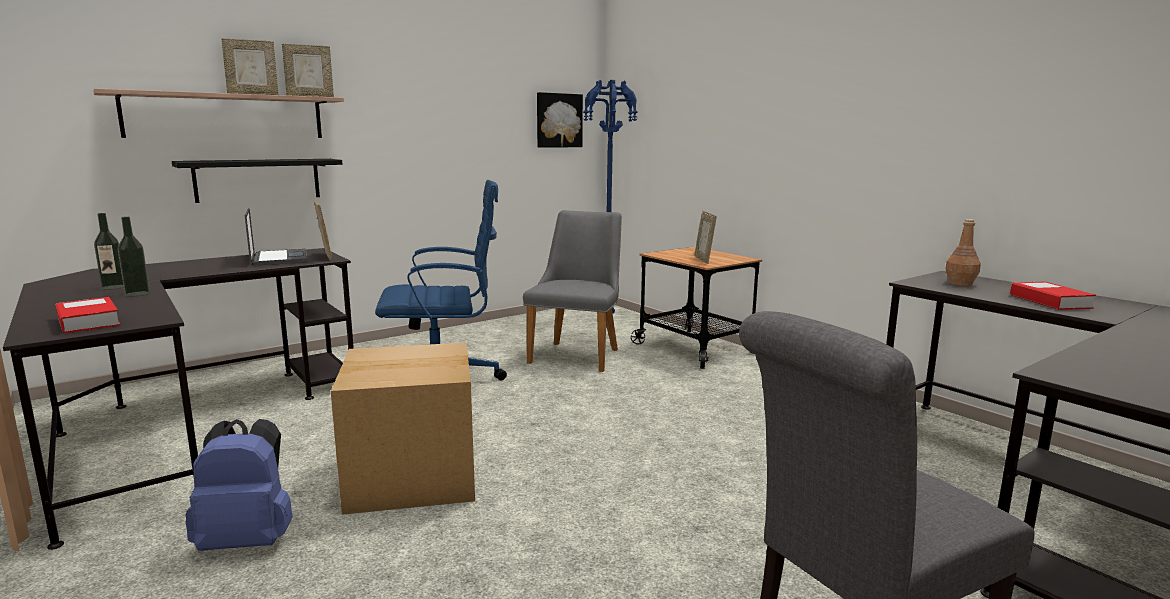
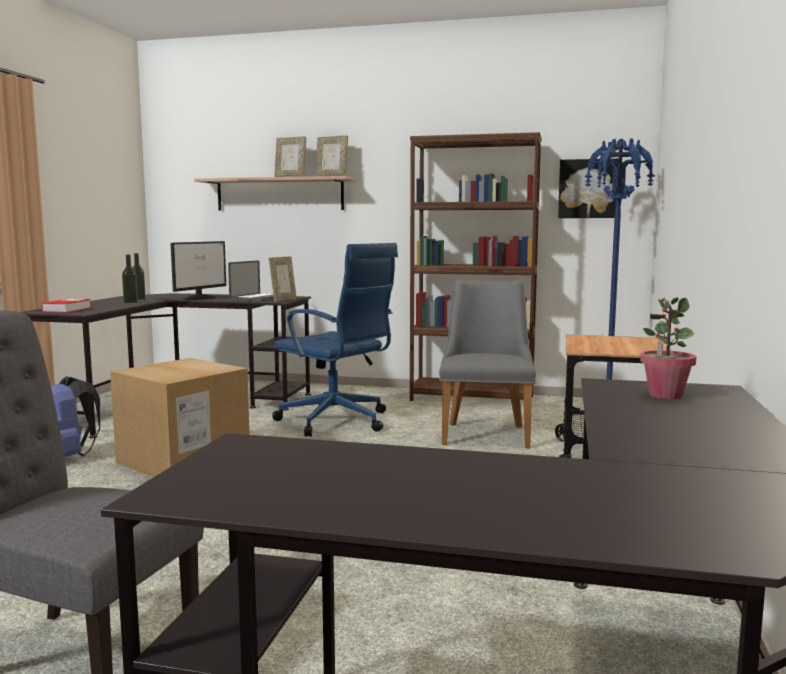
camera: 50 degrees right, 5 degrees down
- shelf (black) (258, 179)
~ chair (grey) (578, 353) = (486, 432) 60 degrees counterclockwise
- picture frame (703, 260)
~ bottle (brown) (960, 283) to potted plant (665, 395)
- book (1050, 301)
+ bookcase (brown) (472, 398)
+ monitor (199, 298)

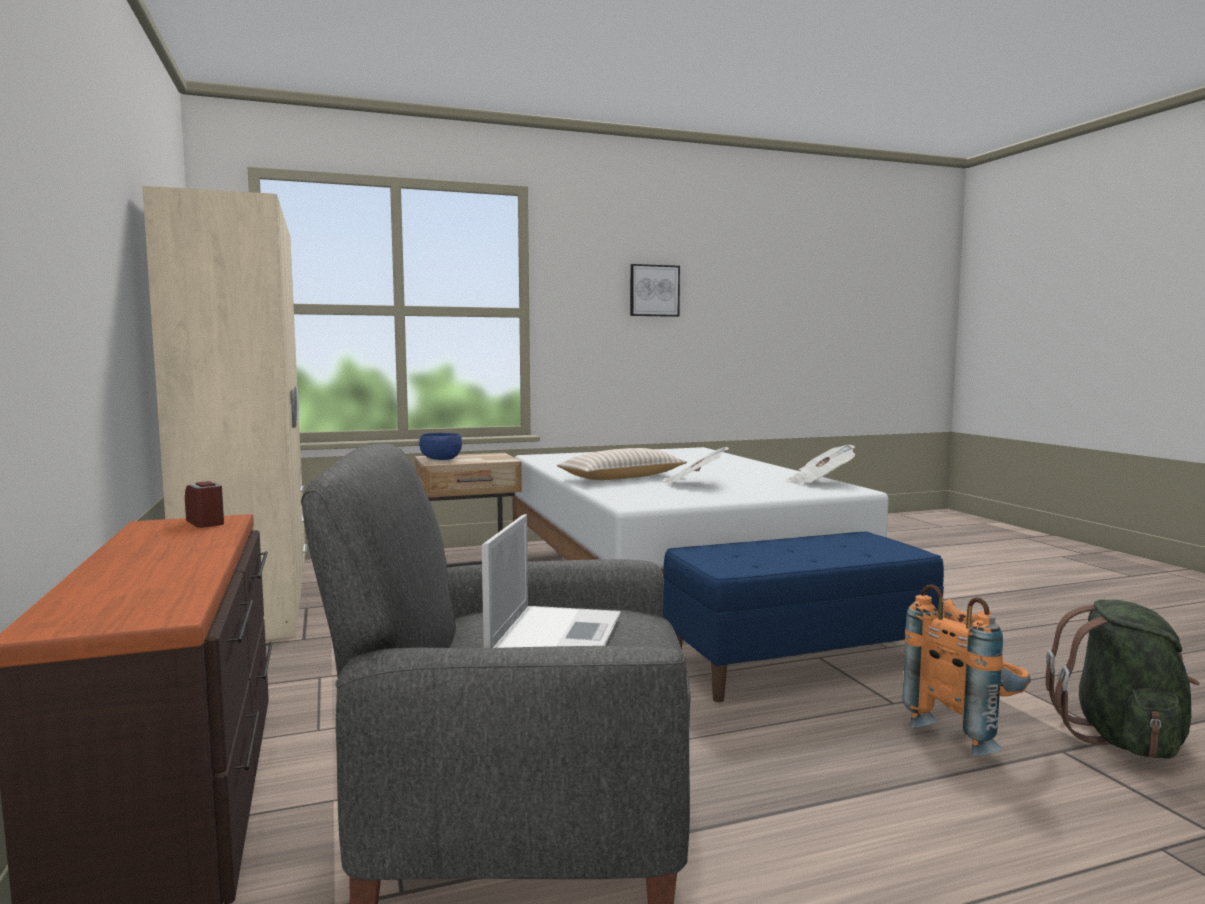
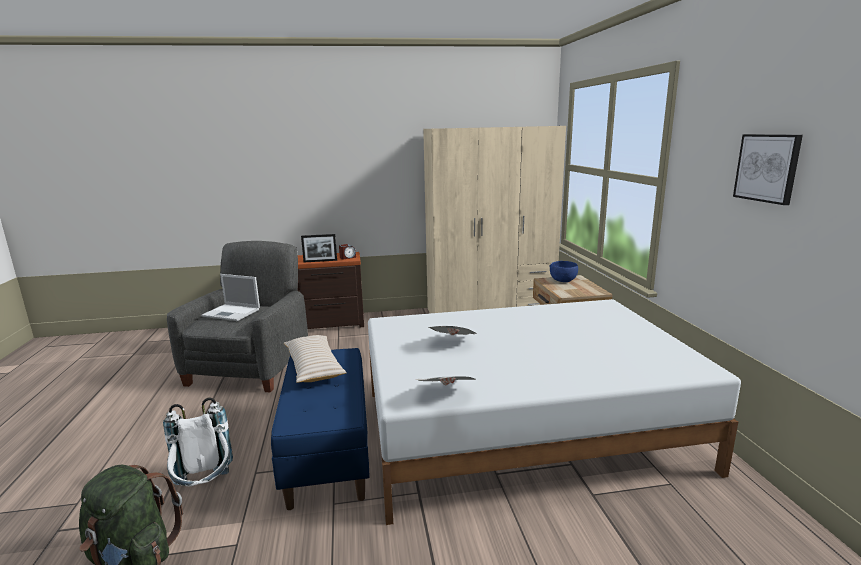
camera: 100 degrees right, 10 degrees up
~ pillow (beige) (622, 478) to (314, 367)
~ backpack (orange) (967, 730) to backpack (white) (205, 489)
+ picture frame (320, 261)

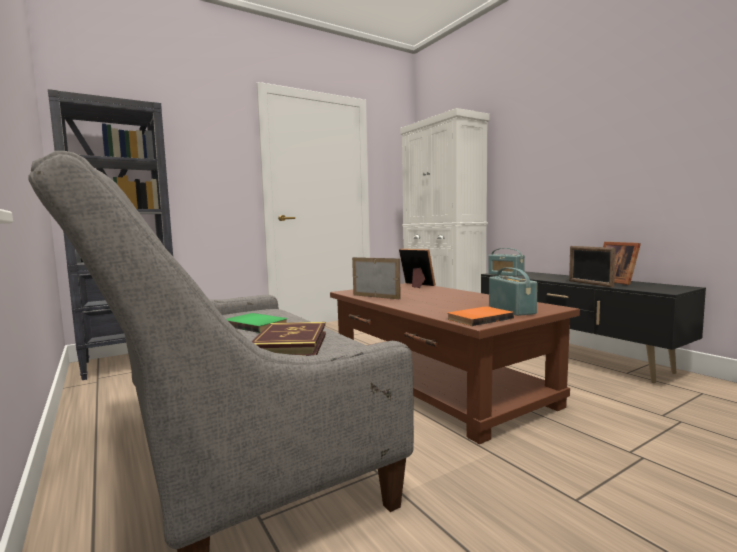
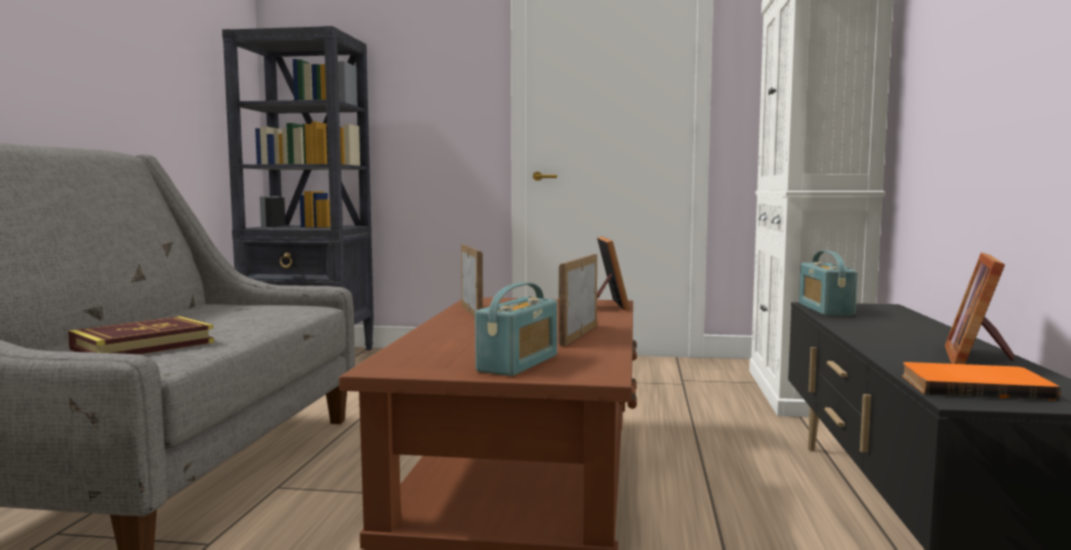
camera: 40 degrees right, 0 degrees up
~ picture frame (589, 284) to (578, 335)
~ book (orange) (478, 318) to (972, 386)
- book (green) (257, 325)

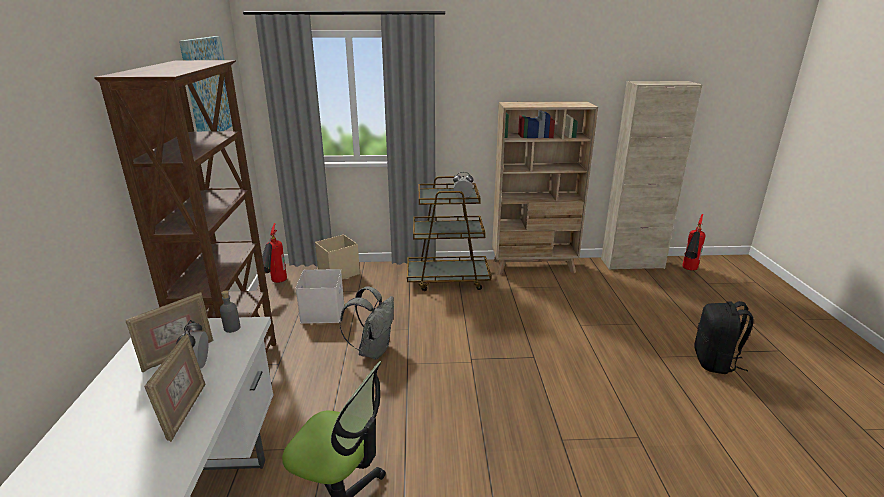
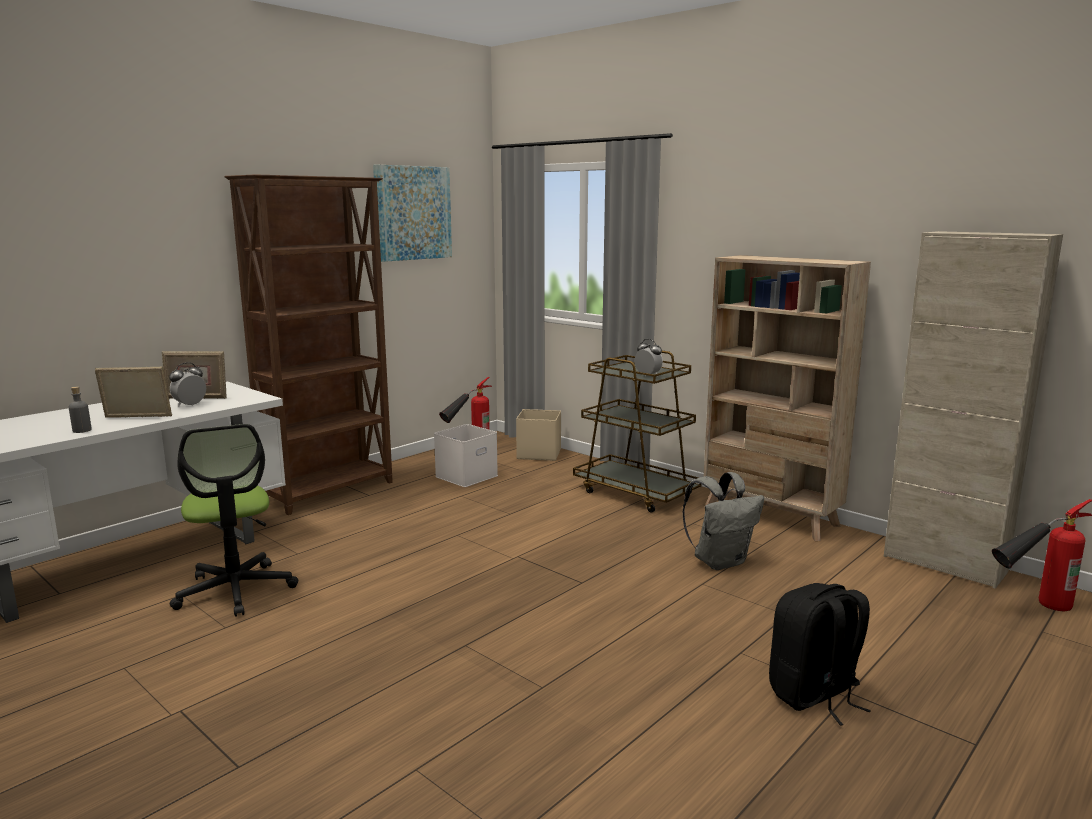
camera: 45 degrees right, 10 degrees down
~ backpack (grey) (373, 350) to (720, 561)
~ bottle (grey) (232, 328) to (82, 430)
~ picture frame (184, 411) = (137, 418) 135 degrees counterclockwise

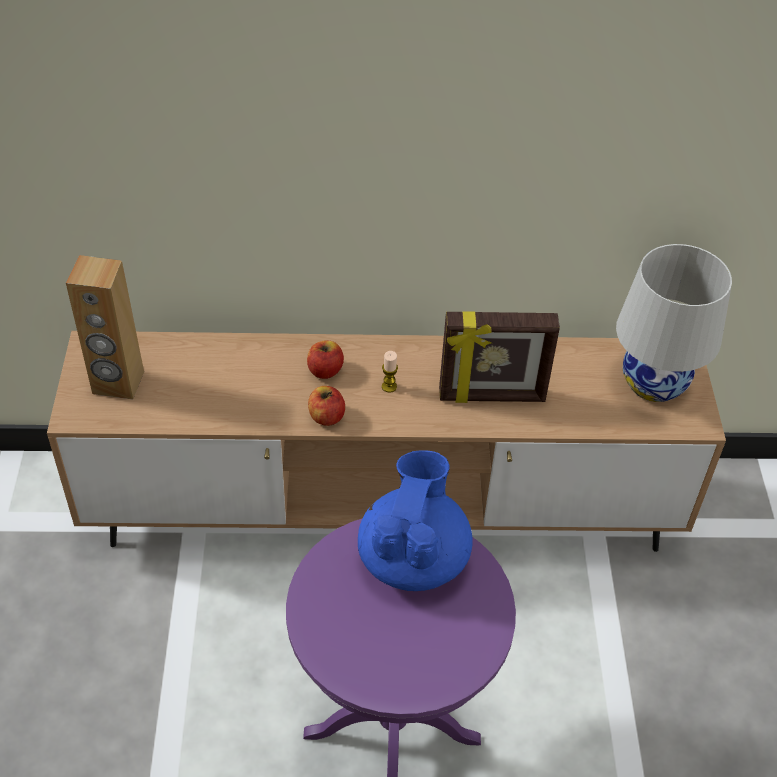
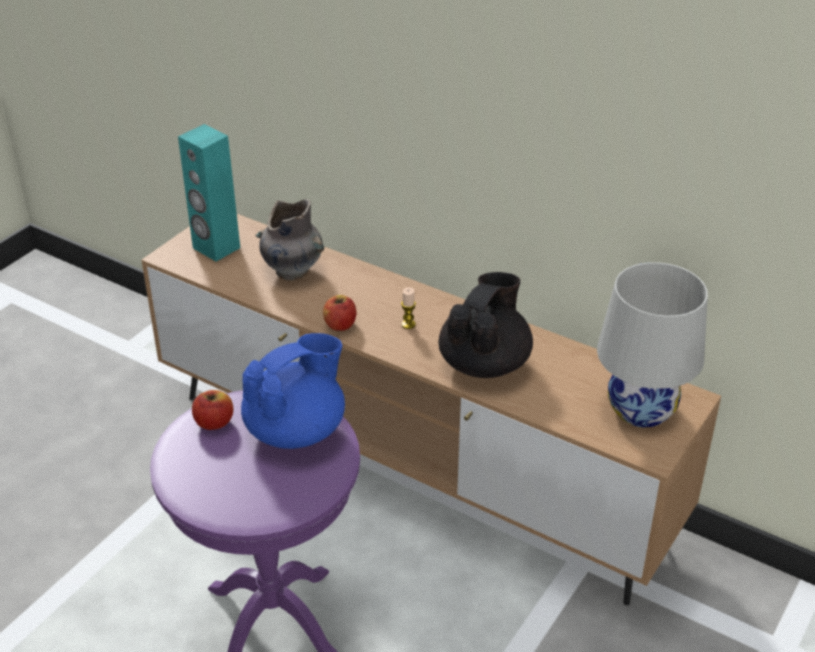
camera: 35 degrees right, 10 degrees down
~ speaker (brown) (118, 383) to speaker (turquoise) (216, 248)
~ picture frame (492, 397) to teapot (black) (485, 363)
~ apple (325, 370) to (214, 422)
+ vase (grey) (291, 271)

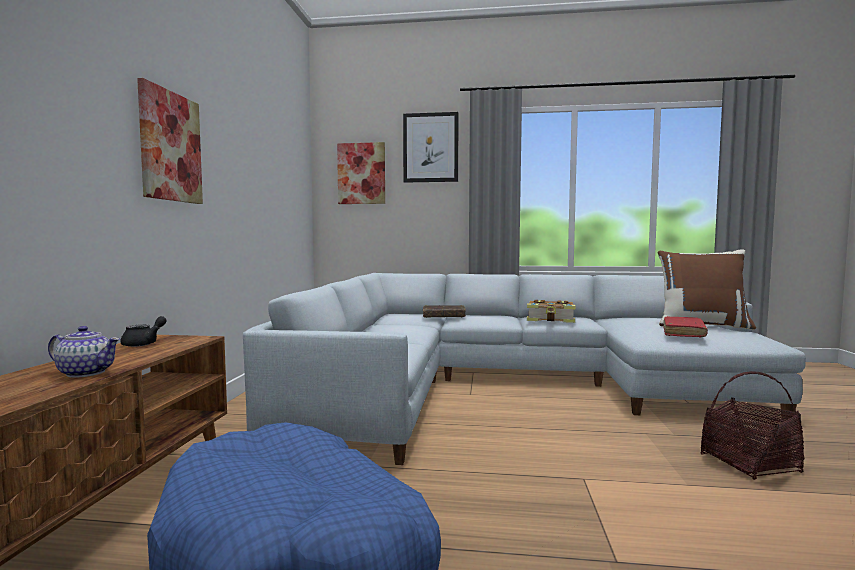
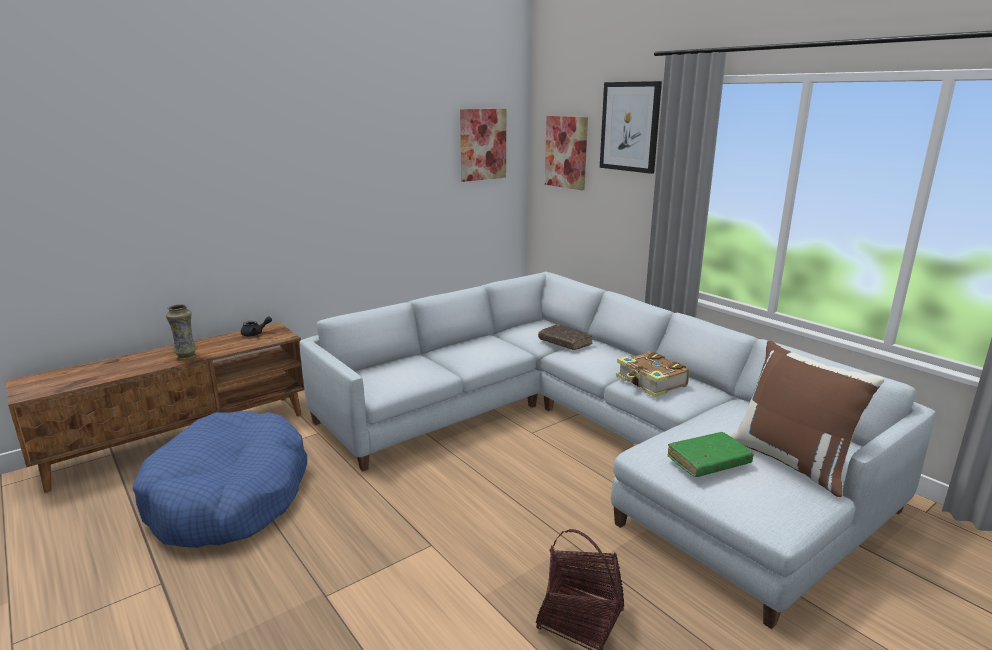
camera: 45 degrees right, 15 degrees up
~ picture (170, 147) to (482, 144)
~ book (red) (683, 333) to book (green) (708, 461)
~ teapot (86, 373) to vase (186, 356)

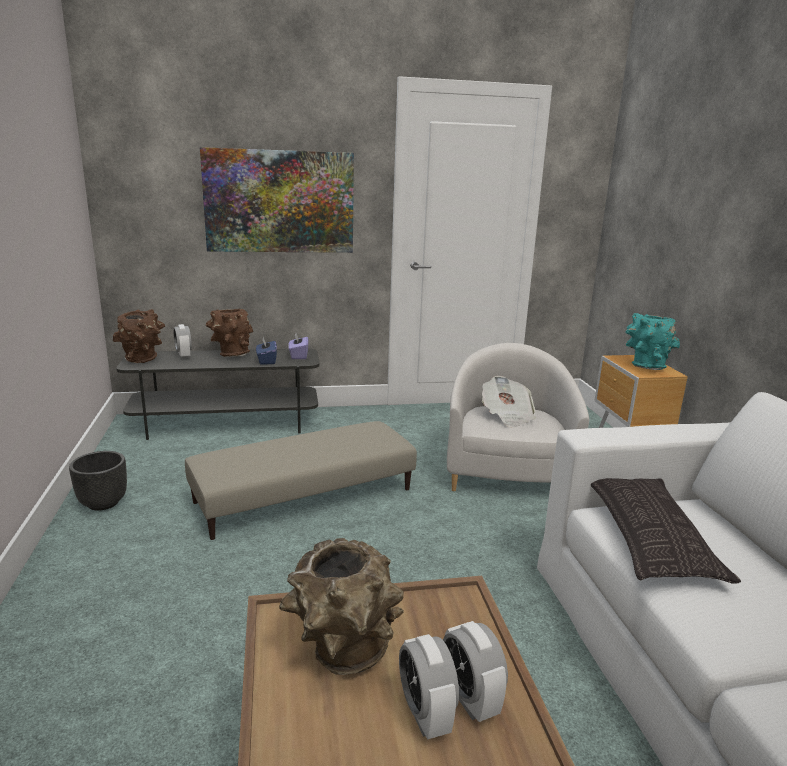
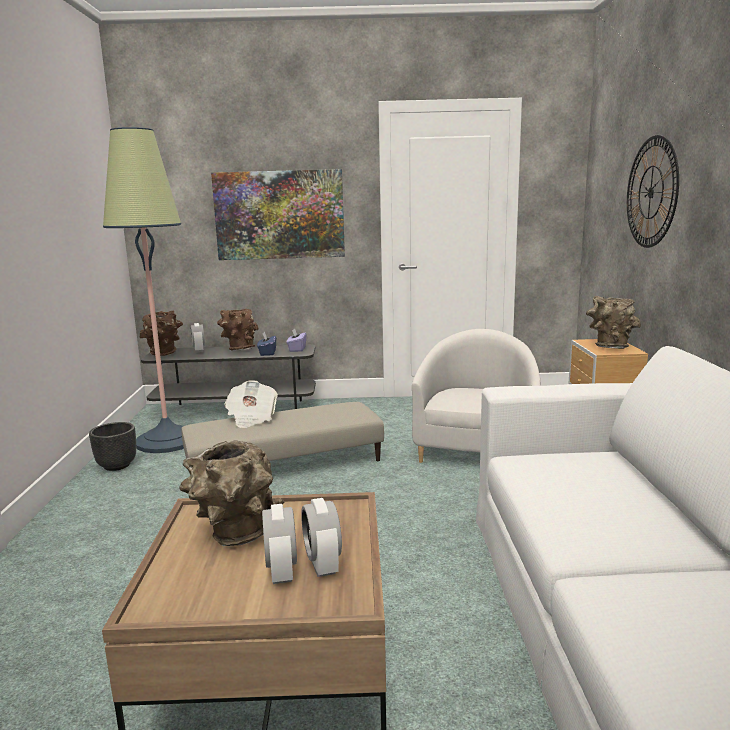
camera: 10 degrees right, 5 degrees down
~ vase (turquoise) (645, 366) to vase (brown) (609, 347)
~ newspaper (507, 416) to (251, 418)
- pillow (648, 536)
+ floor lamp (167, 441)
+ wall clock (651, 192)

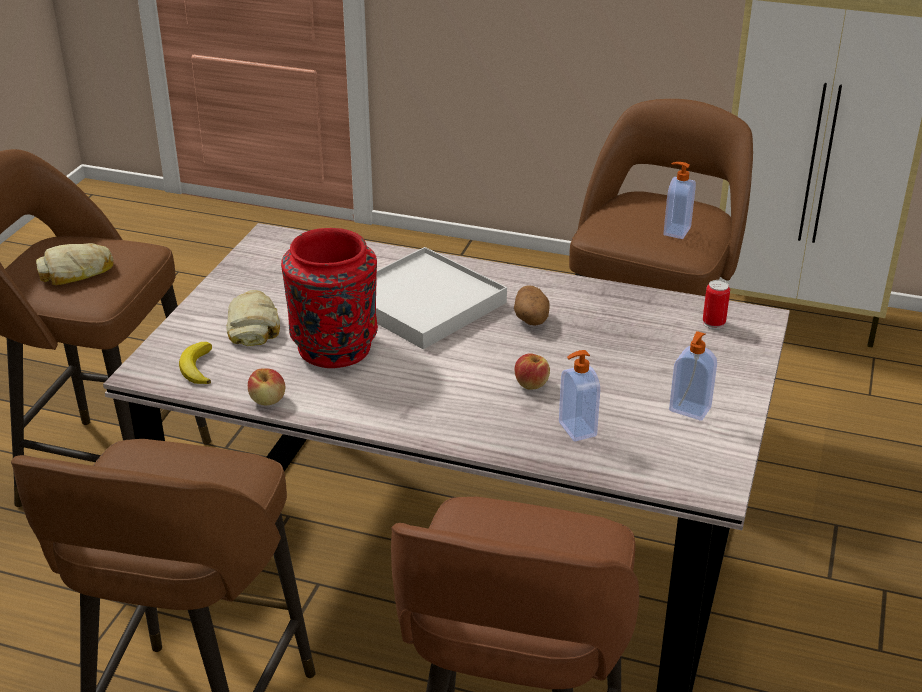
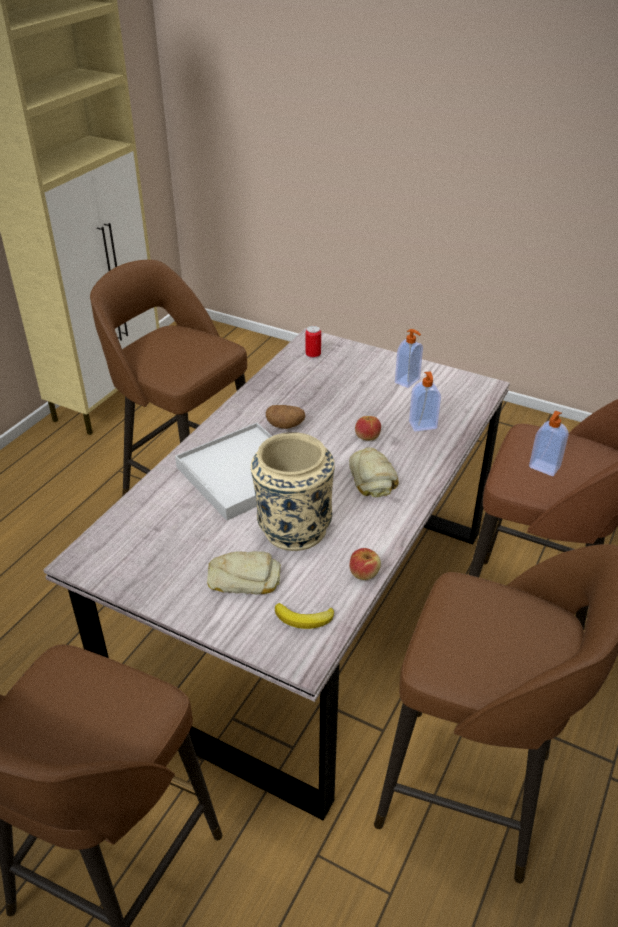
camera: 80 degrees left, 5 degrees up
~ soap dispenser (676, 231) to (544, 468)
~ vase (red) (334, 346) to vase (beige) (293, 529)
~ bread (77, 271) to (372, 477)

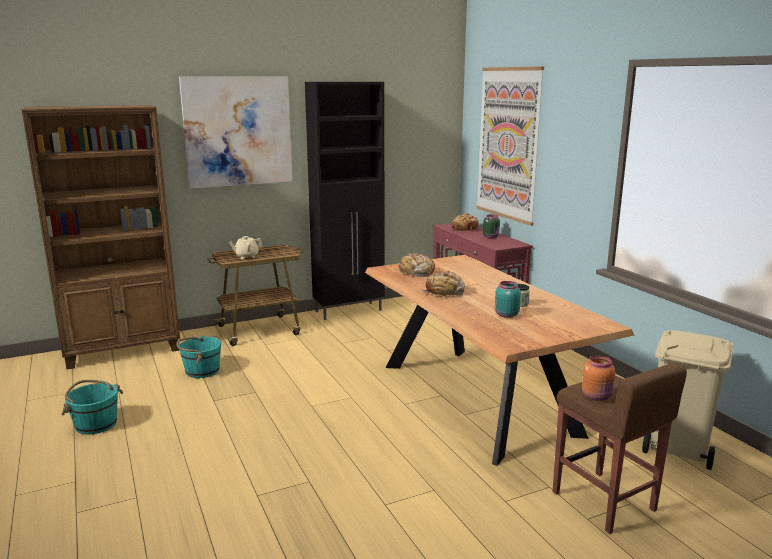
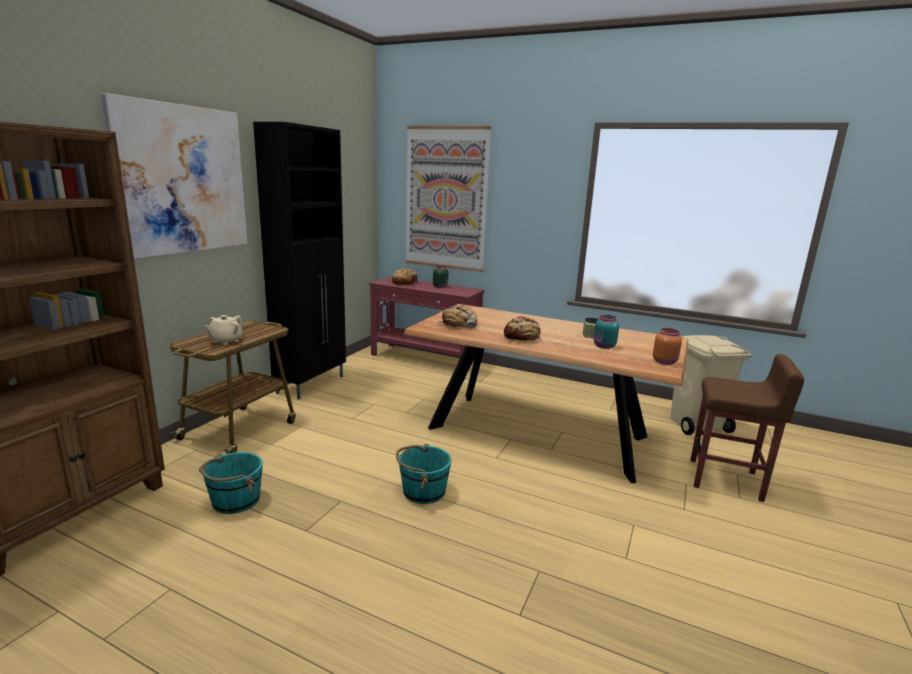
camera: 40 degrees left, 0 degrees up
~ jar (orange) (597, 396) to (665, 362)
~ bucket (turquoise) (95, 424) to (423, 491)

